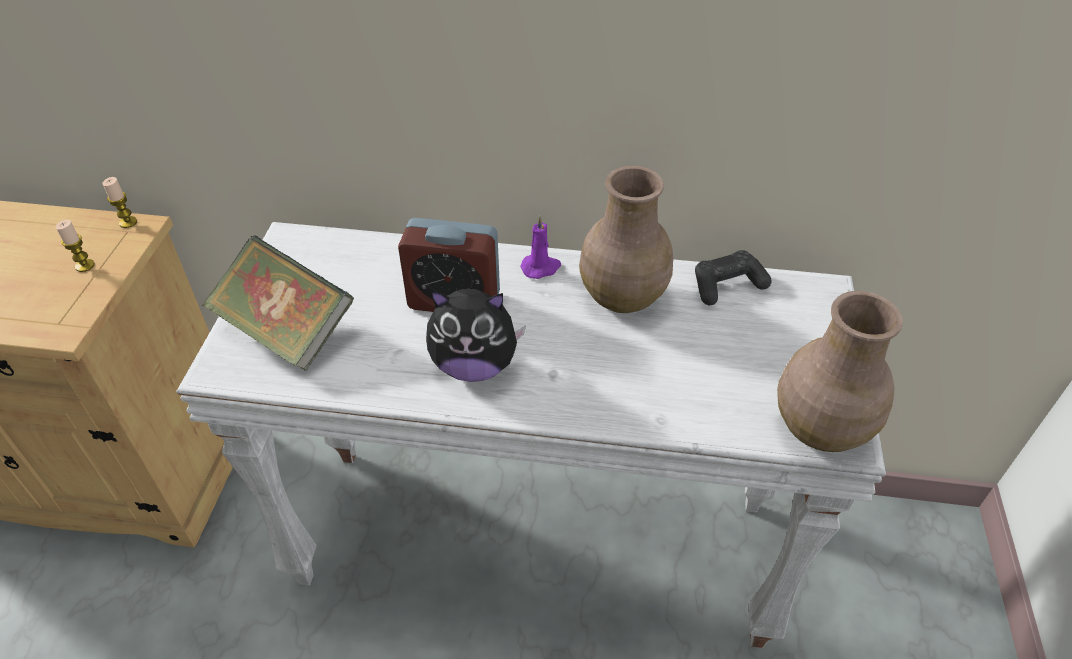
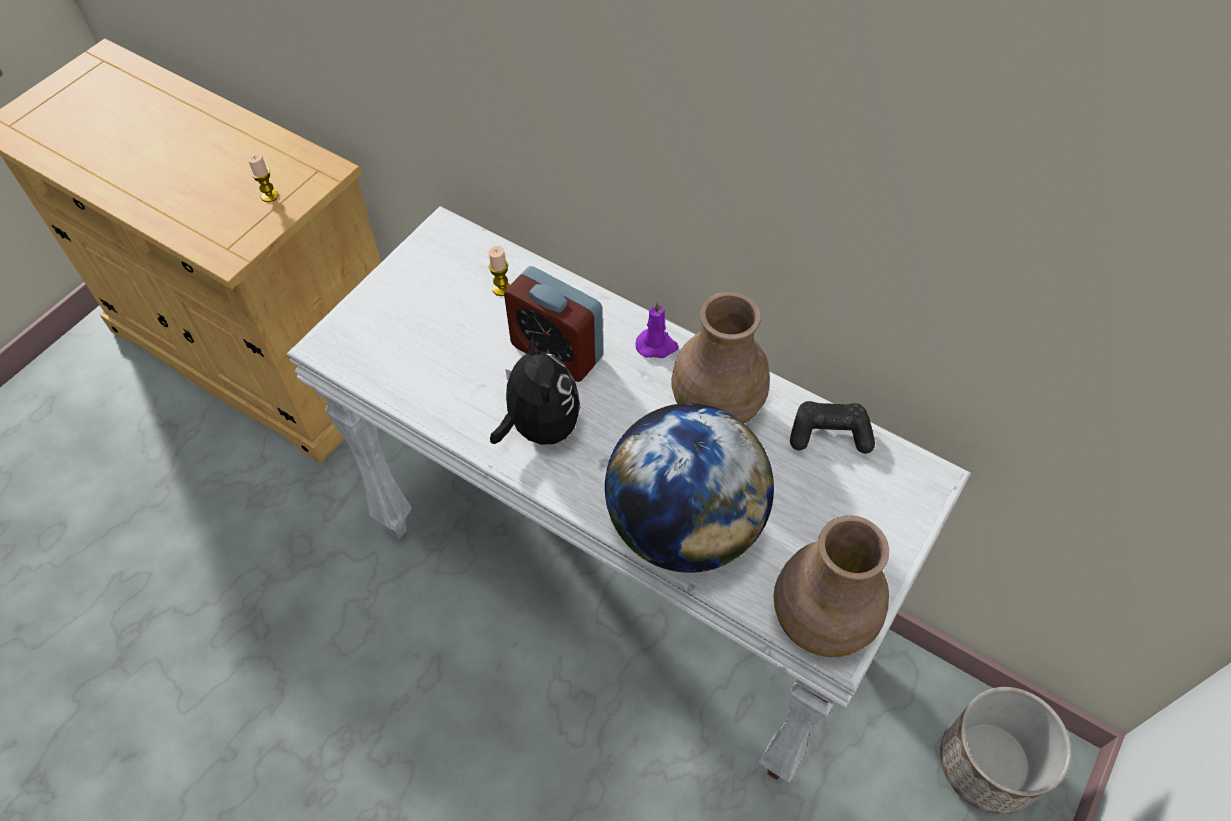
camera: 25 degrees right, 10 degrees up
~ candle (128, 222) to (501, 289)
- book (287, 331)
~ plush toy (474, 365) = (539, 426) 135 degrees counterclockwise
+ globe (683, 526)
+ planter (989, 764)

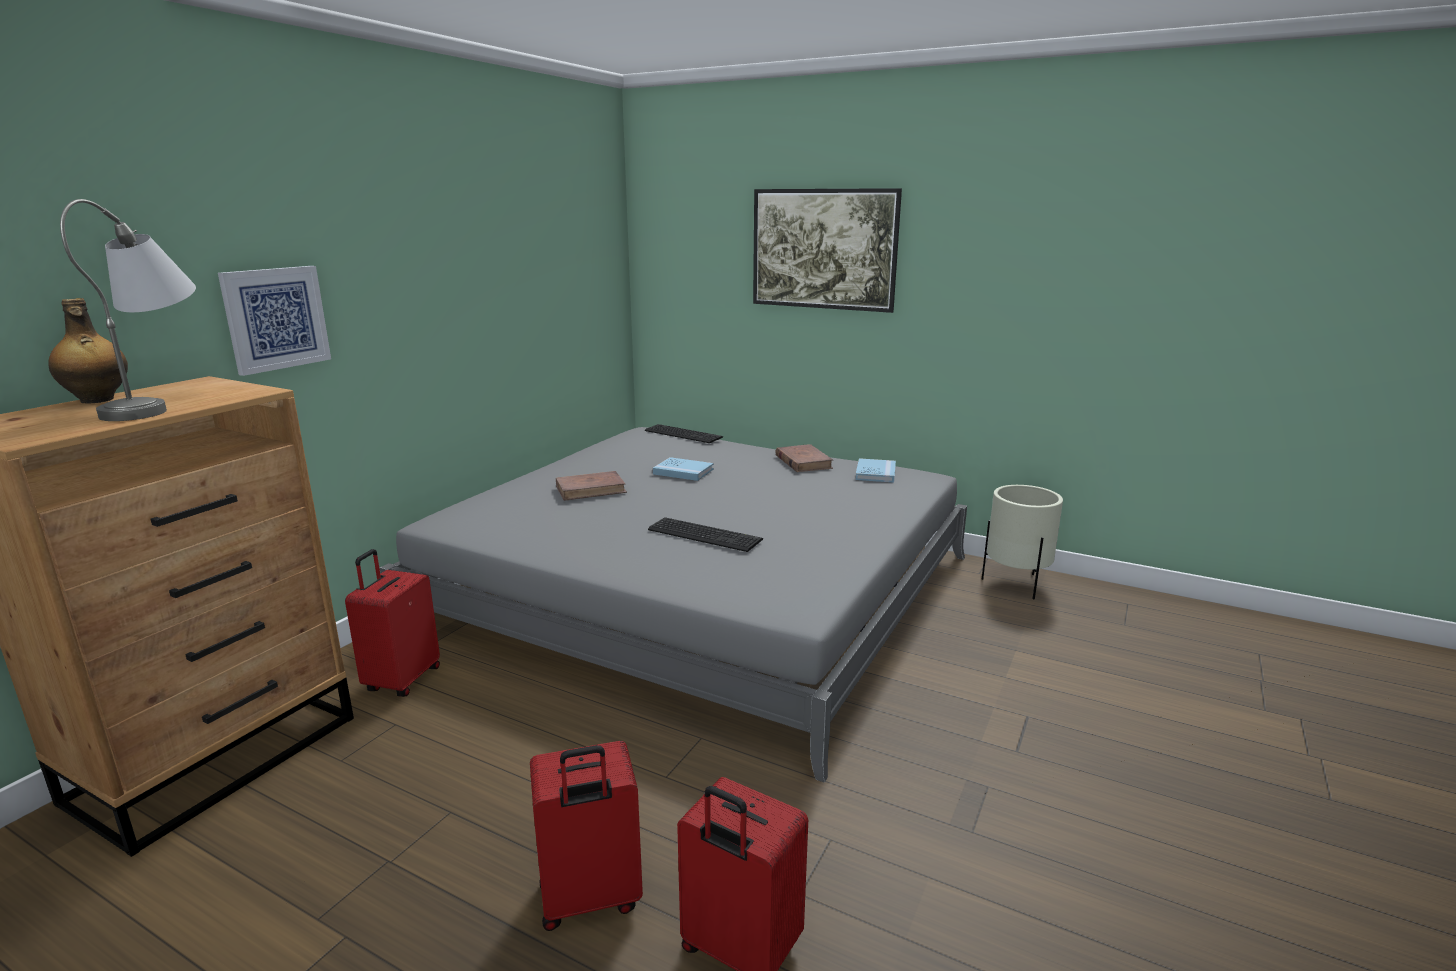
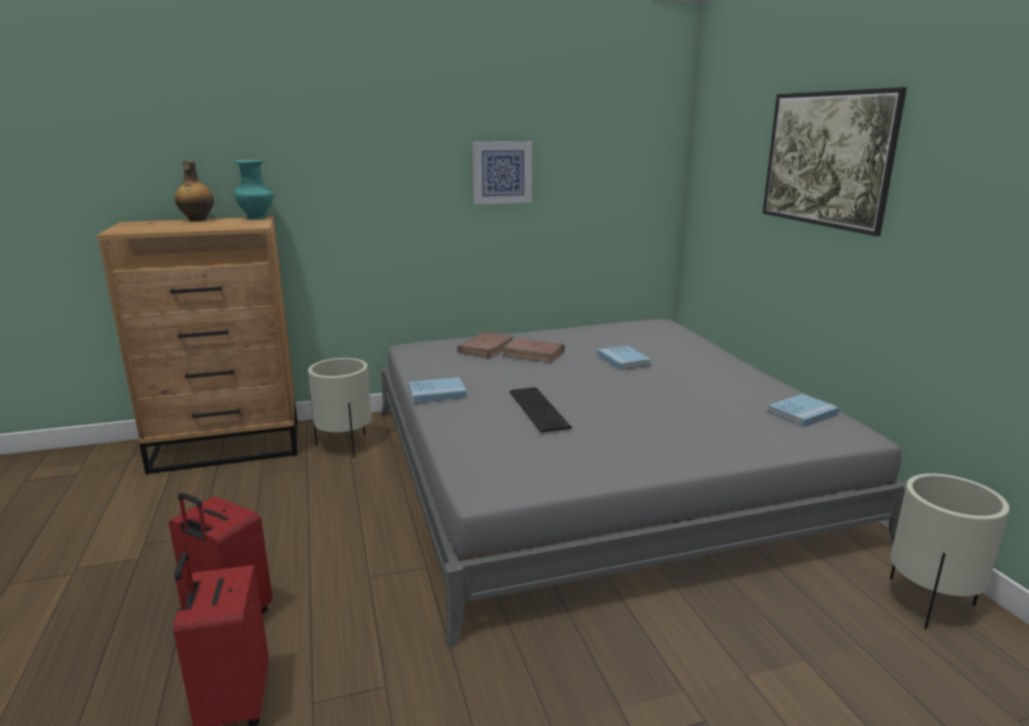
camera: 45 degrees right, 0 degrees up
- table lamp (grey) (162, 404)
~ picture (276, 318) to (502, 172)
- keyboard (683, 433)
~ book (brown) (803, 462) to (486, 348)
~ suitcase (red) (401, 680) to planter (beige) (345, 445)
+ vase (turquoise) (257, 218)
+ book (blue) (437, 393)

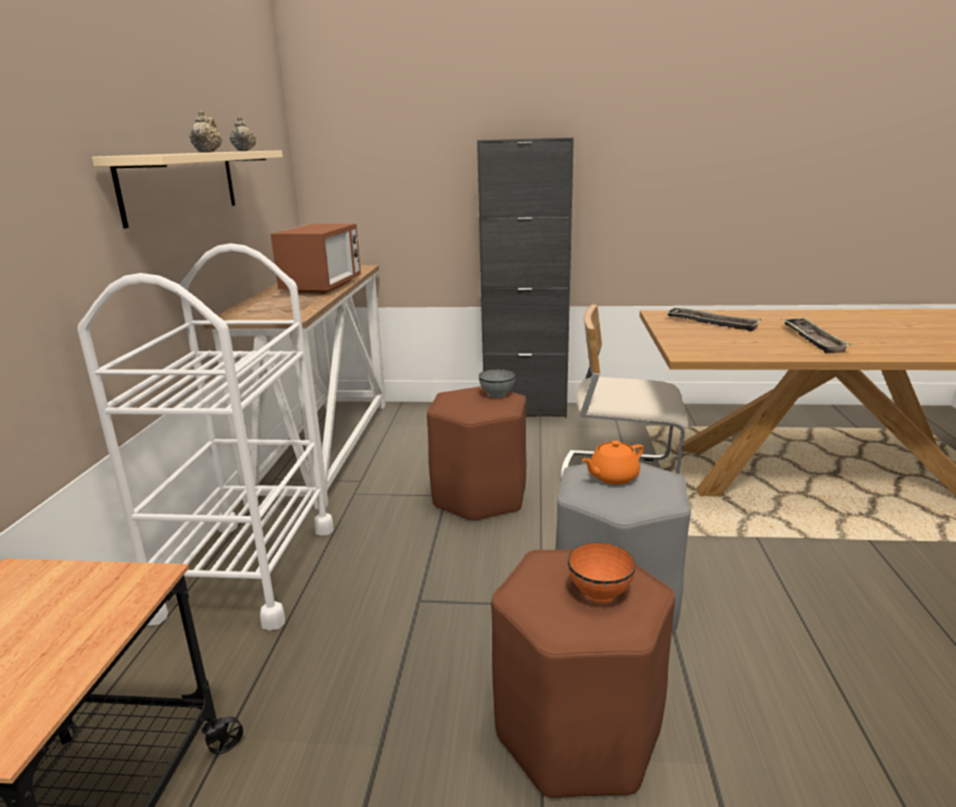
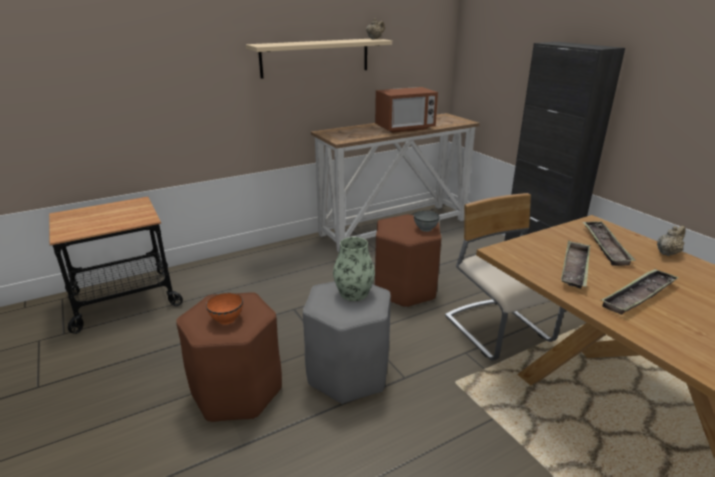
camera: 55 degrees right, 5 degrees up
~ teapot (beige) (208, 152) to (667, 253)
- cart (white) (248, 570)
~ teapot (orange) (612, 477) to vase (354, 293)
+ tray (575, 268)

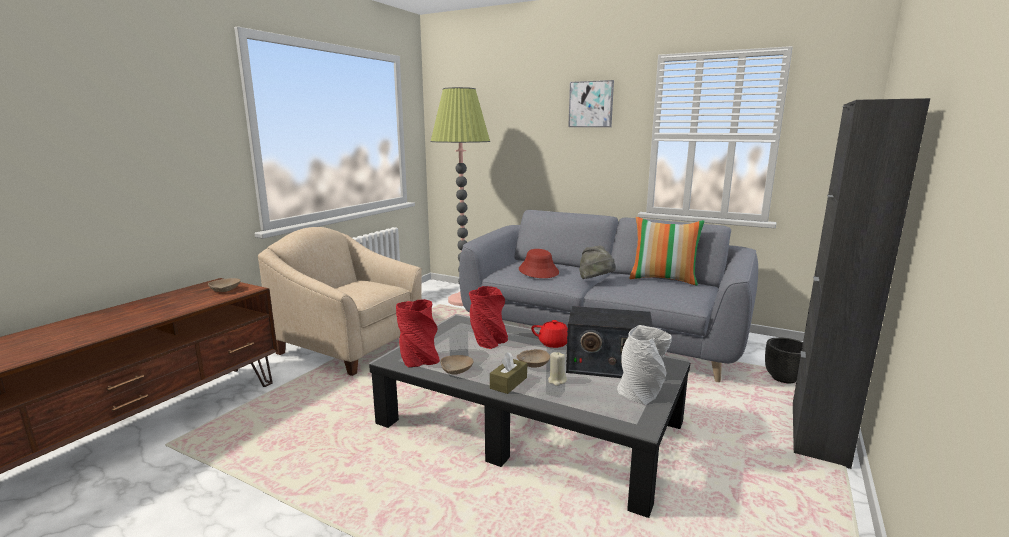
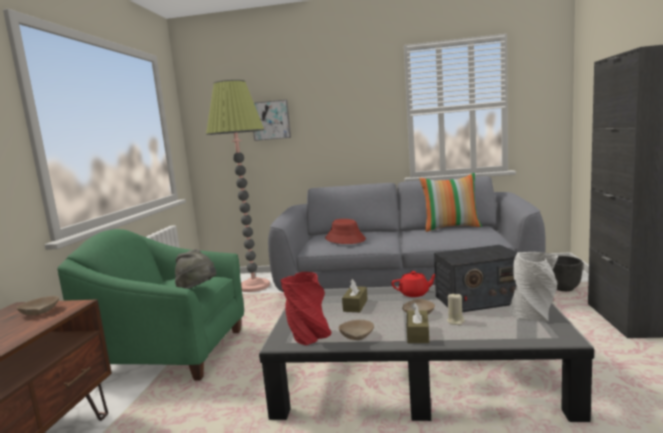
camera: 20 degrees left, 5 degrees down
~ picture (591, 104) to (271, 120)
~ armchair (beige) (350, 347) to armchair (green) (172, 353)
~ hat (grey) (596, 281) to (198, 290)
~ vase (red) (488, 342) to tissue box (brown) (355, 305)

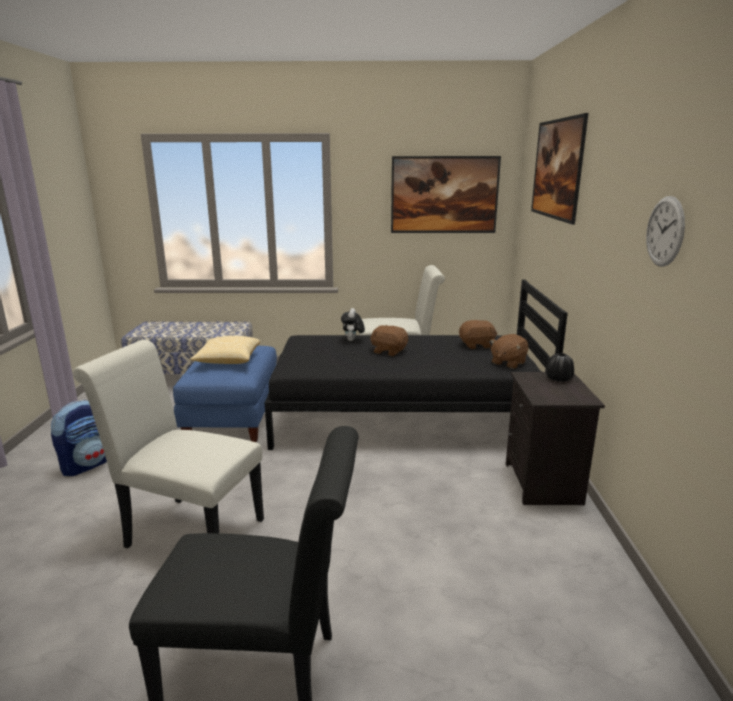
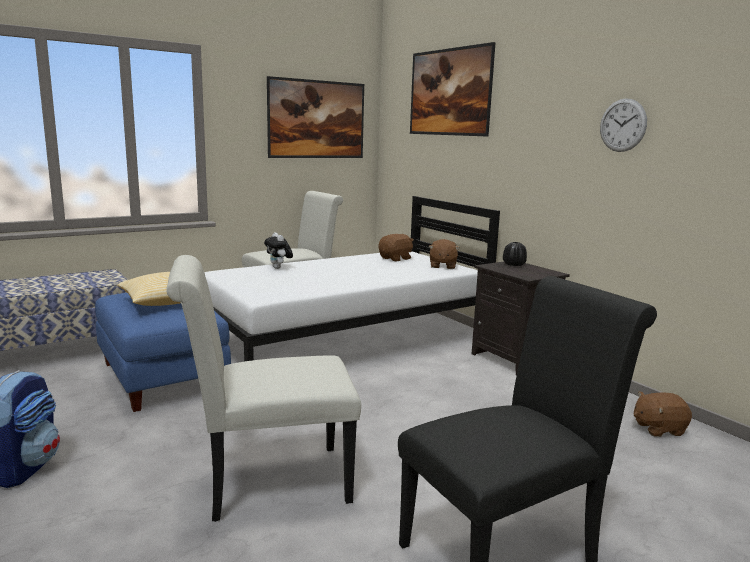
camera: 35 degrees left, 5 degrees down
~ bed (black) (405, 418) to bed (white) (347, 340)
~ plush toy (brown) (389, 351) to (658, 428)

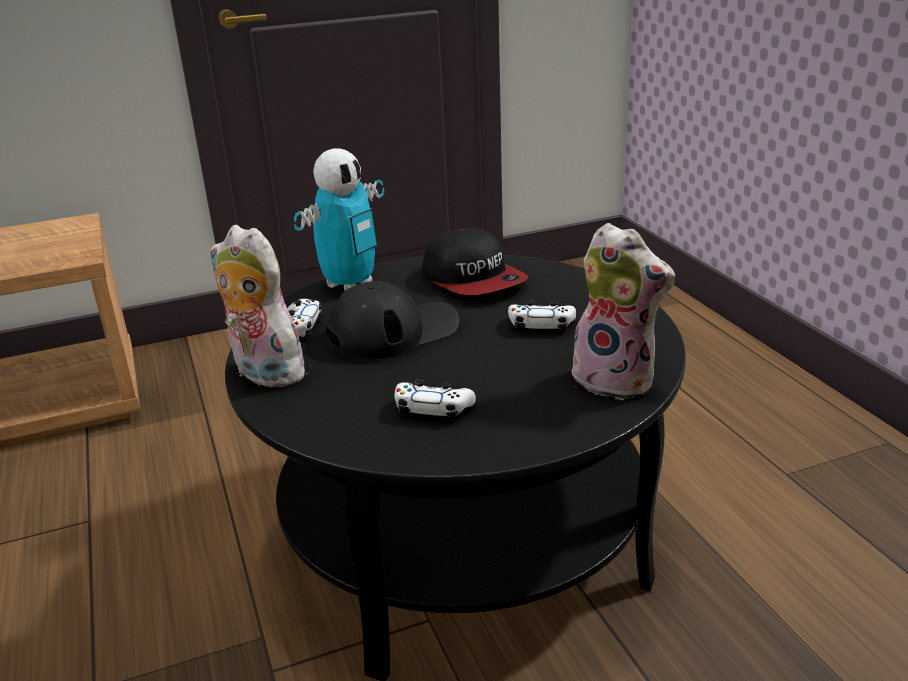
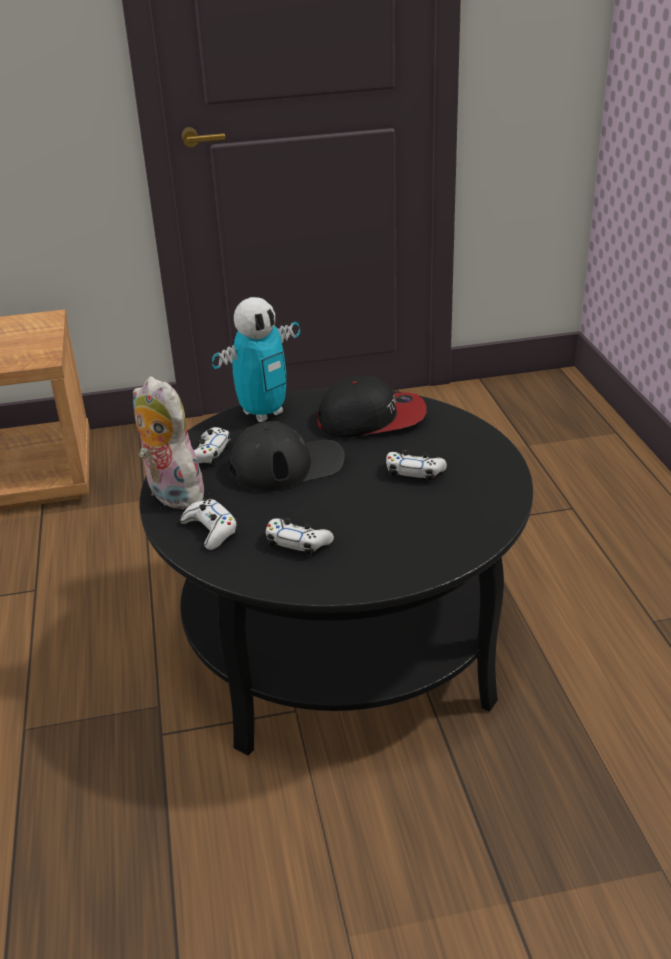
camera: 10 degrees right, 5 degrees up
- plush toy (617, 380)
~ cap (473, 279) = (372, 418) 75 degrees counterclockwise
+ game controller (white) (210, 530)

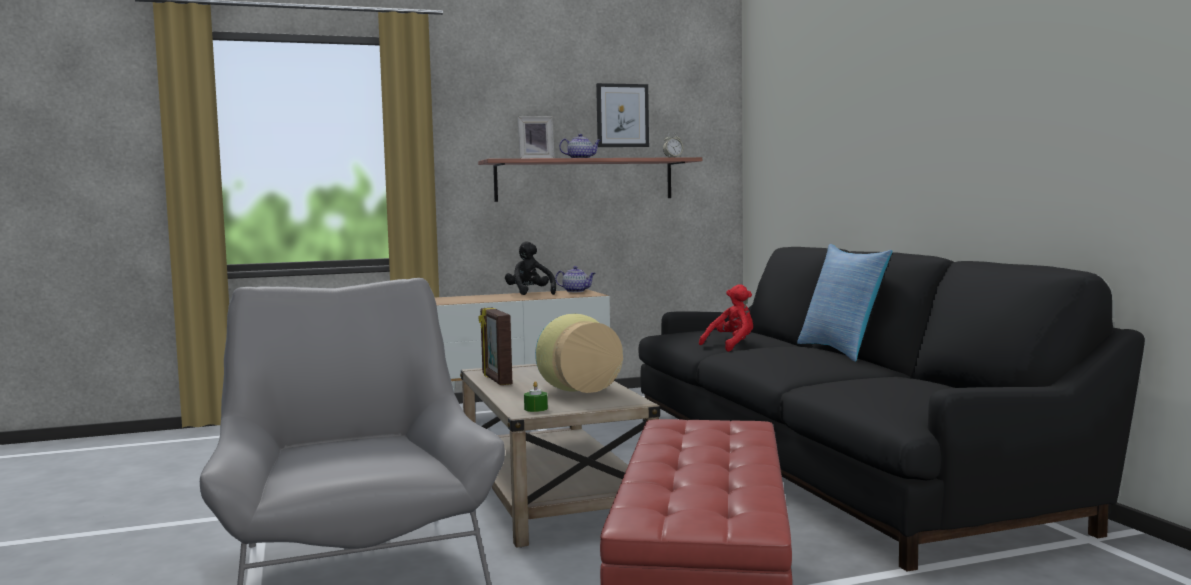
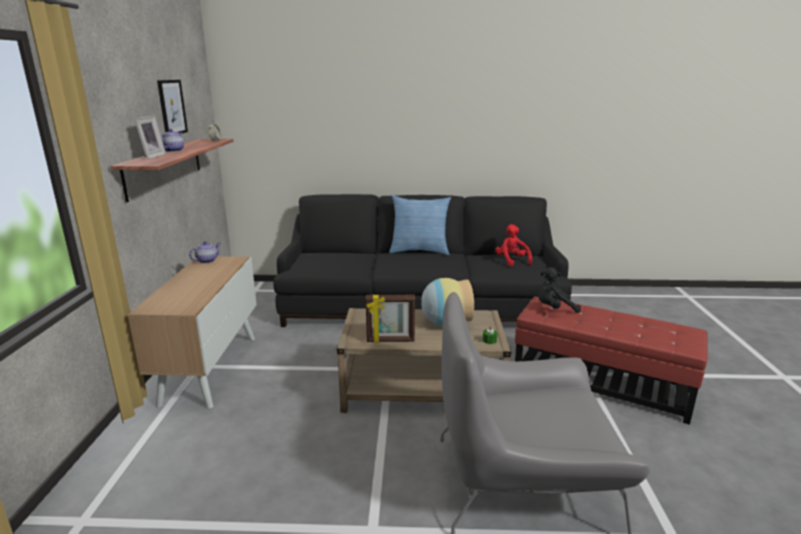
camera: 70 degrees left, 15 degrees up
~ plush toy (black) (530, 293) to (554, 309)
~ plush toy (red) (731, 346) to (511, 261)

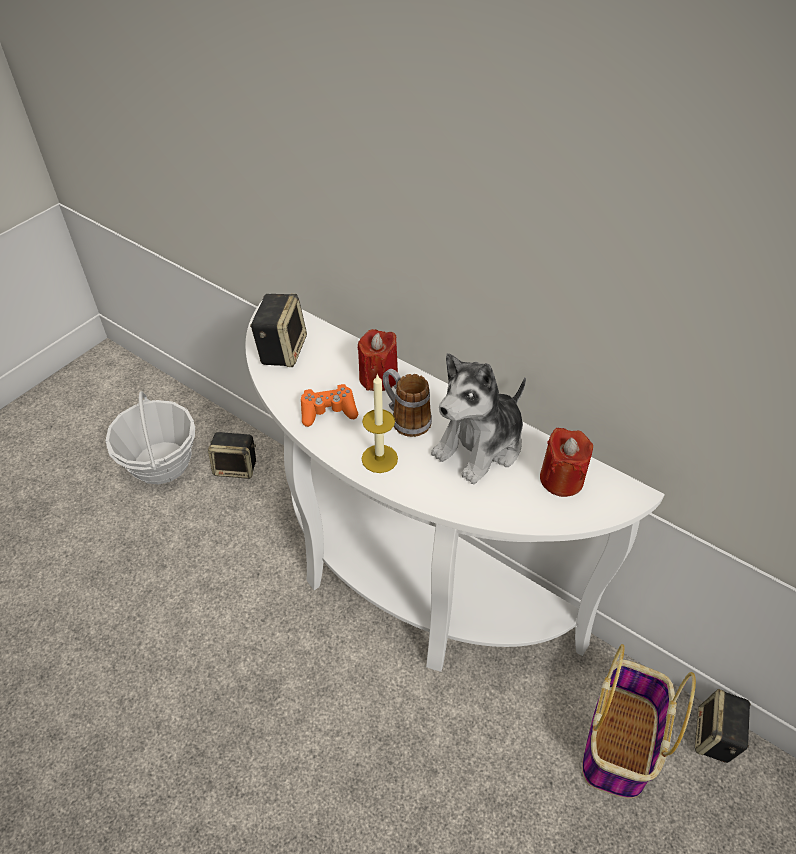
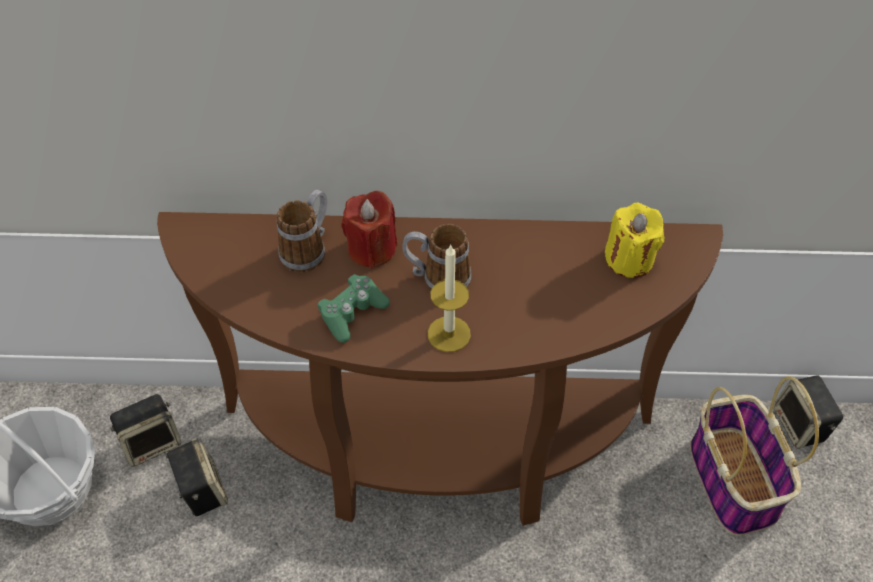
camera: 35 degrees left, 5 degrees up
~ console table (white) (403, 582) to console table (brown) (436, 457)
~ speaker (282, 349) to (201, 489)
- plush toy (480, 446)
~ game controller (orange) (328, 411) to game controller (green) (352, 313)
~ candle (red) (561, 479) to candle (yellow) (629, 259)
+ mug (308, 249)

